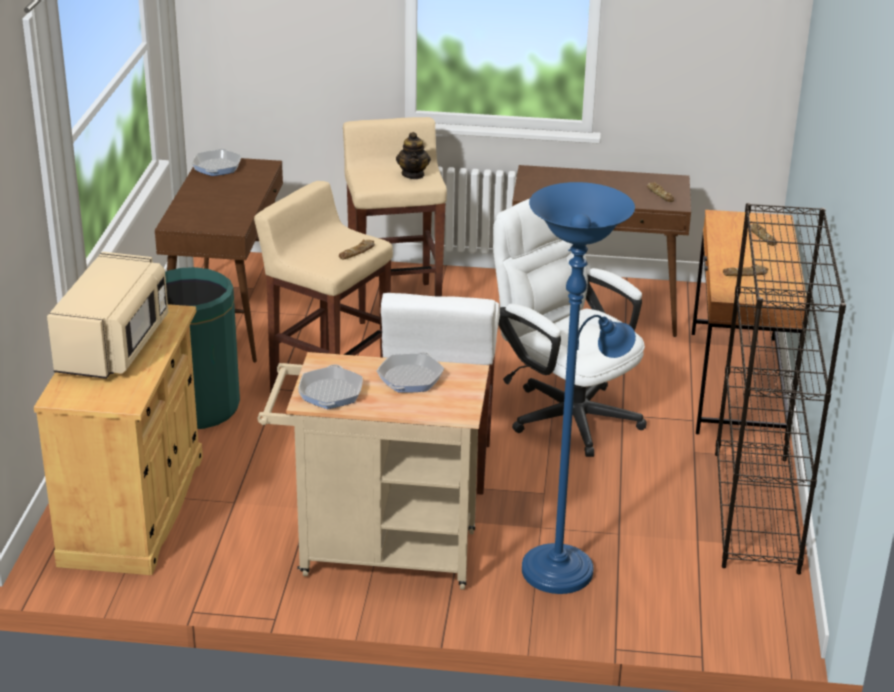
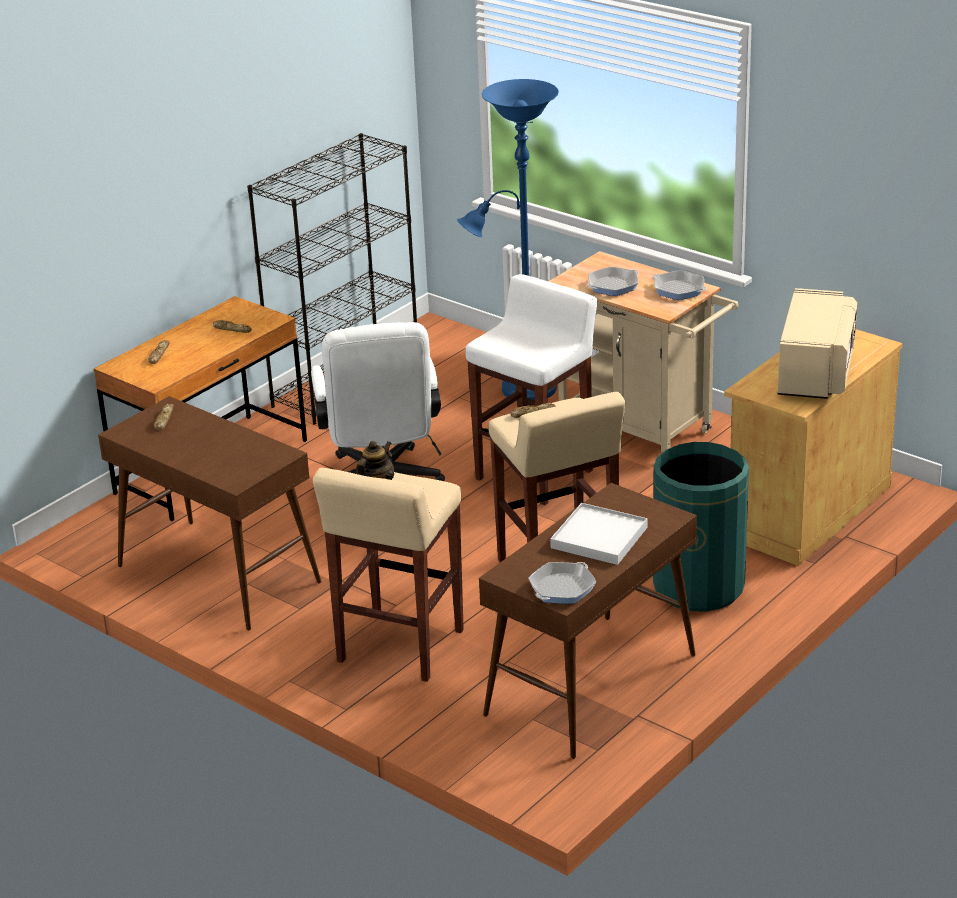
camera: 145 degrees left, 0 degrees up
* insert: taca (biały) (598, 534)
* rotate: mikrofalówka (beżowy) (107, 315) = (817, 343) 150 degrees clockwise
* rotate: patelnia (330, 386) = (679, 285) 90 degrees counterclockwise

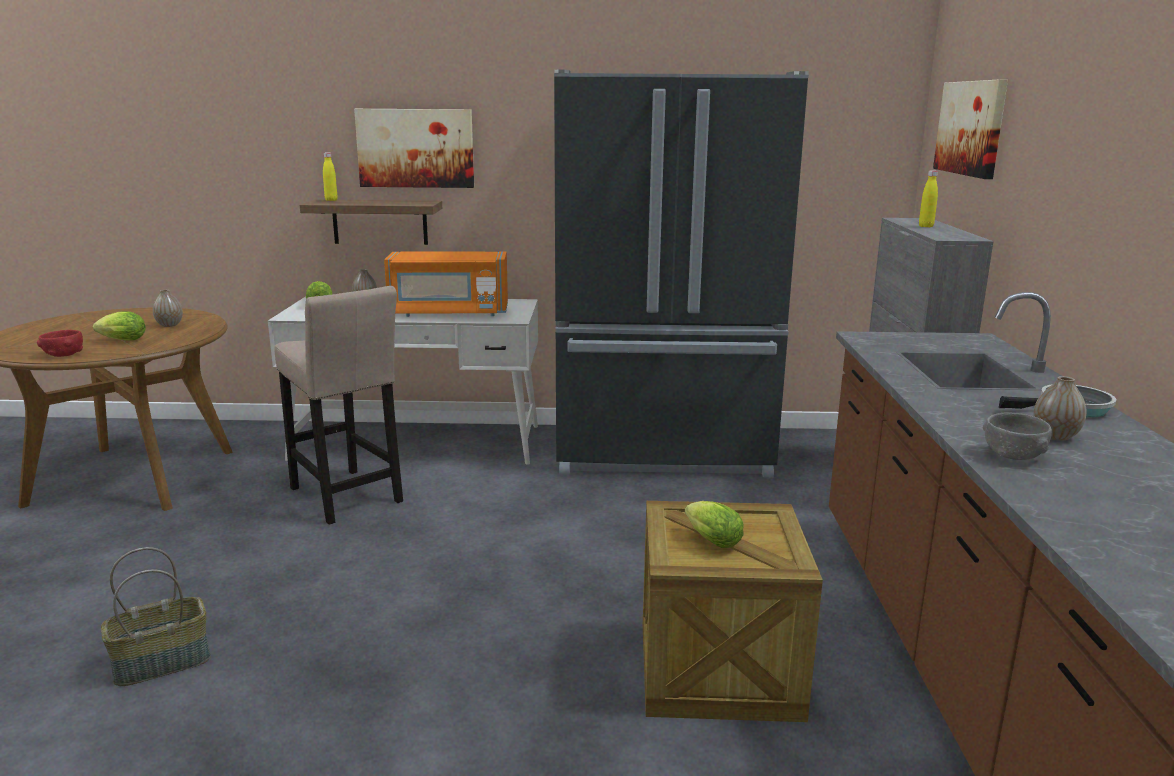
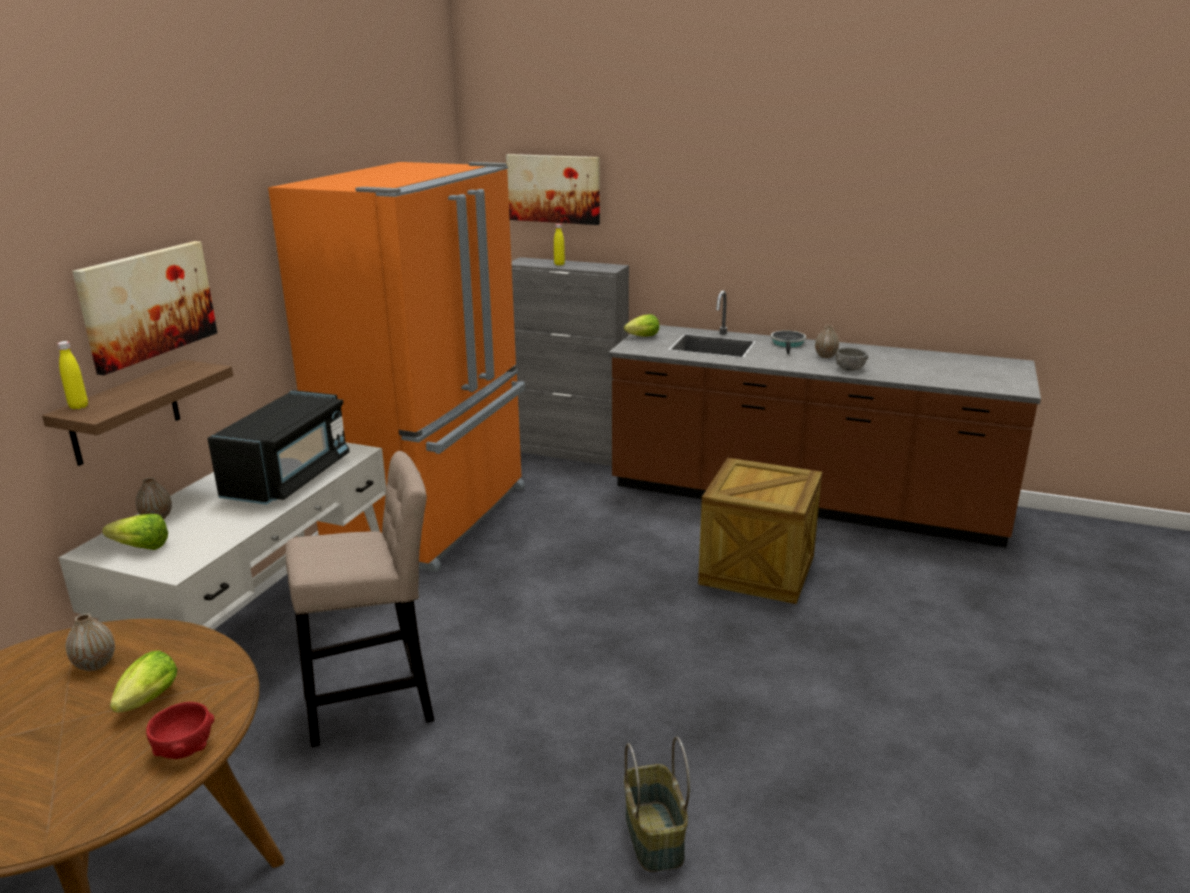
camera: 70 degrees left, 5 degrees up
* move: sałata (714, 524) to (642, 325)
* recolor: mikrofalówka (pomarańczowy) (446, 284) to mikrofalówka (czarny) (278, 447)
* recolor: lodówka (czarny) (681, 274) to lodówka (pomarańczowy) (396, 367)

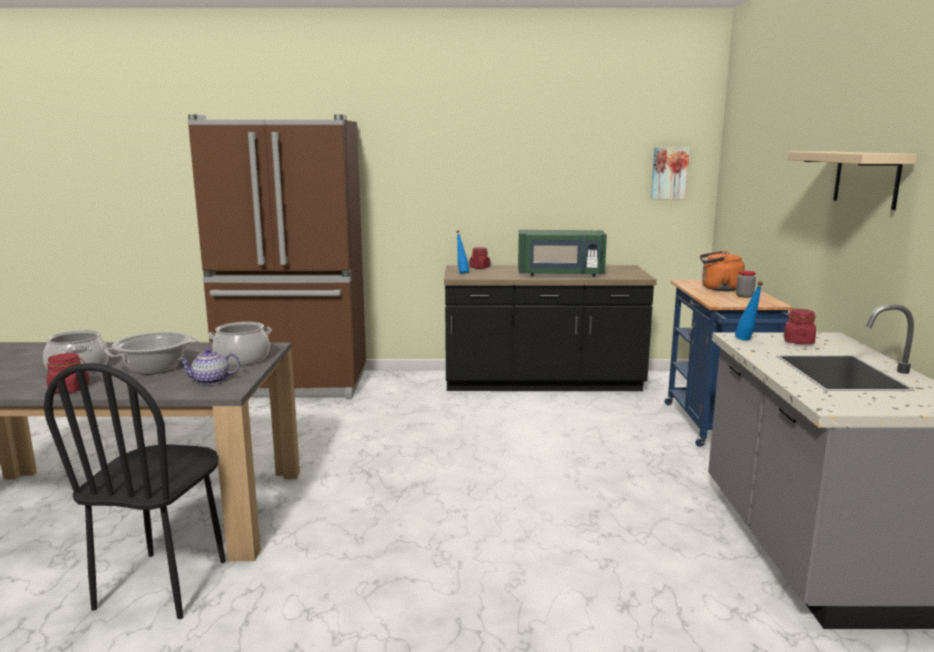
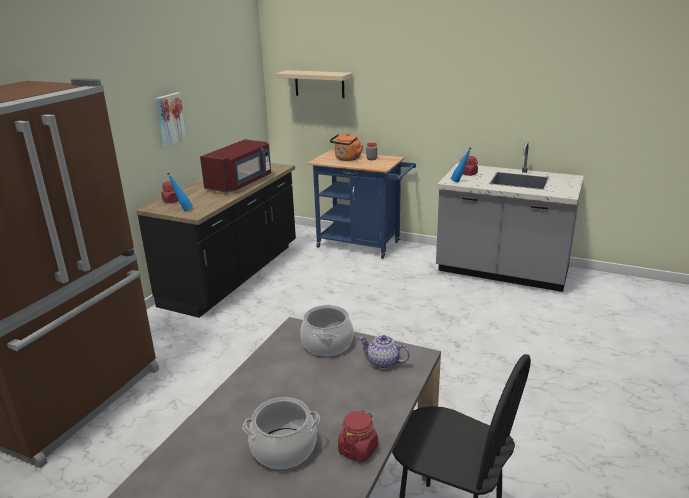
camera: 65 degrees left, 10 degrees up
* delete: garnek (151, 353)
* move: obraz (670, 173) to (171, 119)
* move: półka (beżowy) (852, 180) to (314, 84)
* recolor: mikrofalówka (zielony) (562, 253) to mikrofalówka (czerwony) (235, 166)
* rotate: imbryk (209, 366) = (384, 352) 105 degrees clockwise

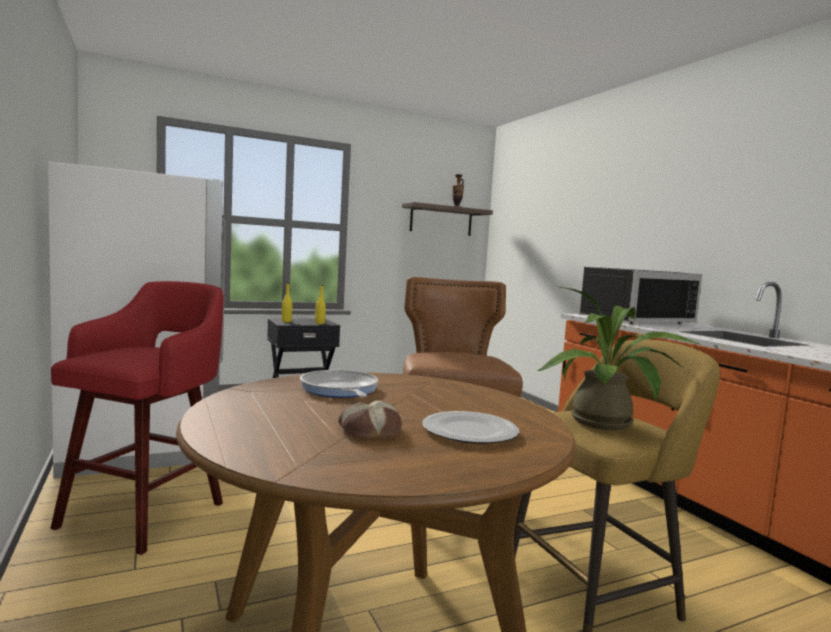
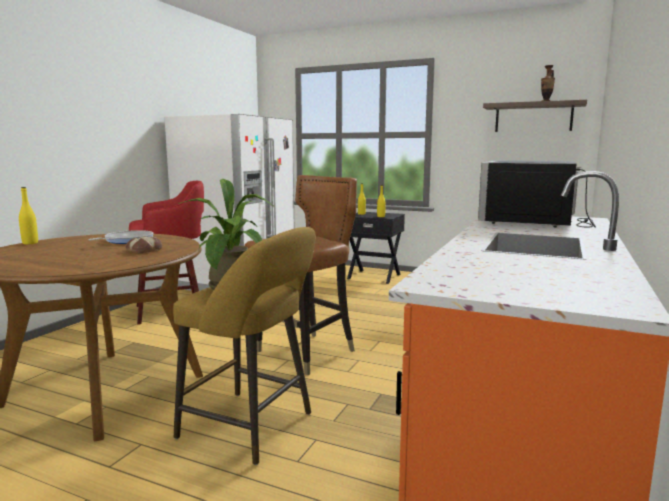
camera: 50 degrees right, 5 degrees up
* delete: talerz (470, 427)
* insert: butelka (żółty) (28, 215)
* move: chleb (370, 419) to (144, 244)
* rotate: mikrofalówka (czarny) (640, 295) = (537, 194) 90 degrees clockwise

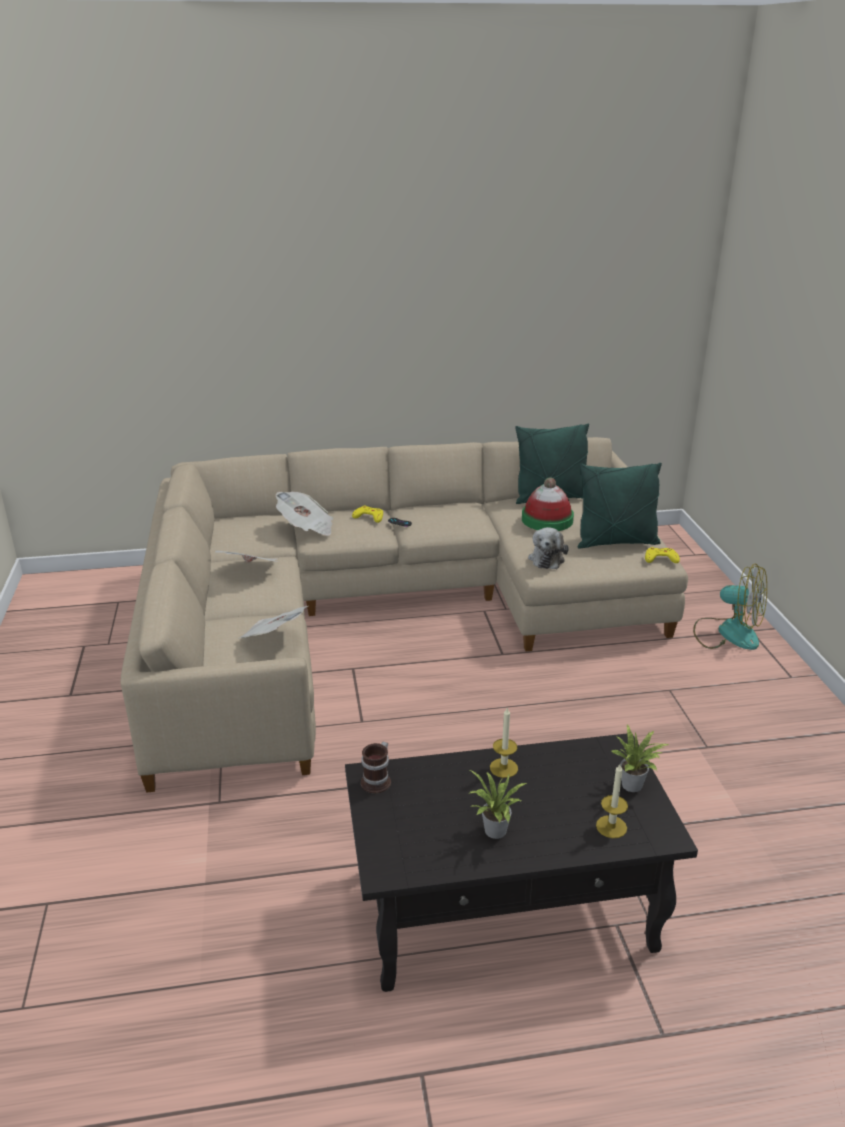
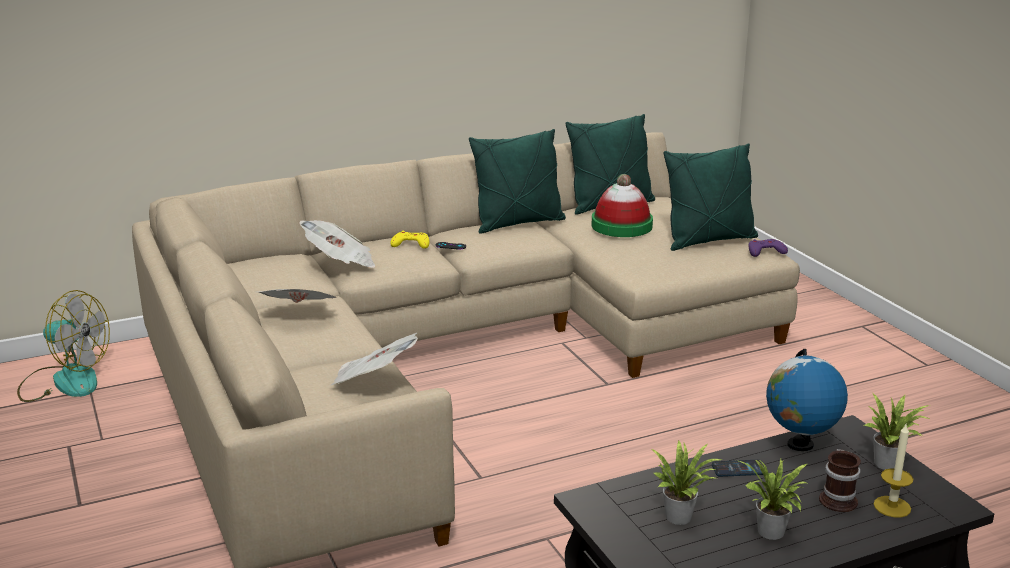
camera: 15 degrees left, 5 degrees down
* delete: pluszak (548, 548)
* insert: poduszka (zielony) (517, 181)
* insert: roślina doniczkowa (686, 483)
* insert: globus (807, 400)
* move: kubek (376, 767) to (840, 480)
* move: wentylator (730, 607) to (63, 346)
* replace: świeca (504, 742) to telefon (738, 468)
* recolor: pad do gier (żółty) (662, 555) to pad do gier (fioletowy) (768, 248)

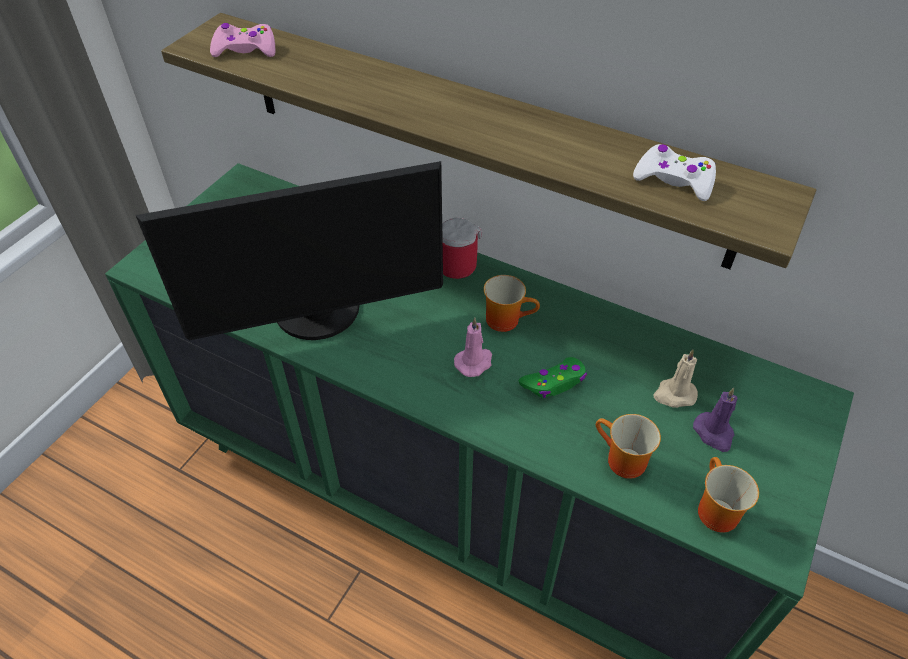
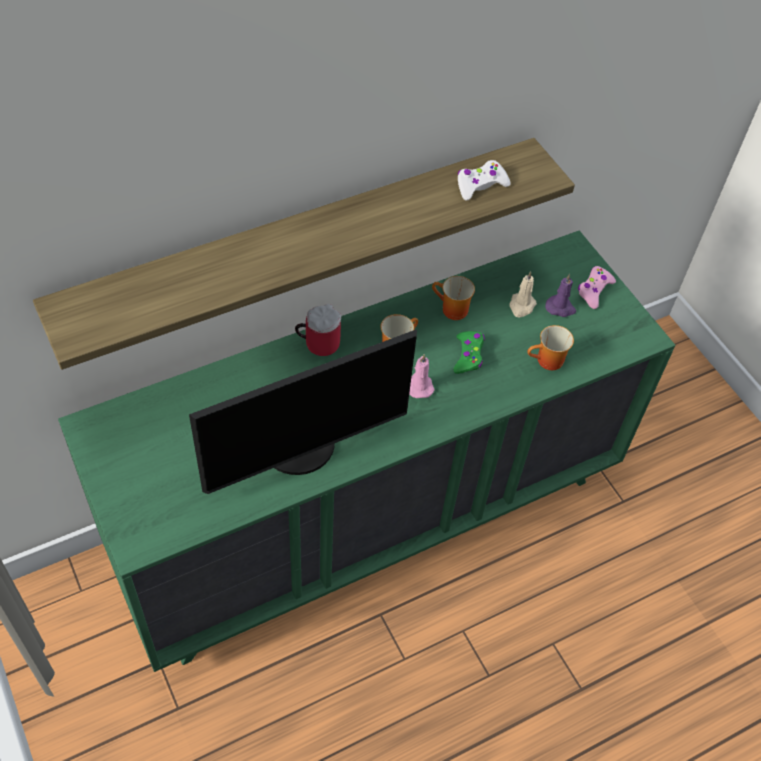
camera: 60 degrees left, 5 degrees up
* move: pad do gier (różowy) (242, 40) to (597, 287)
* move: kubek (728, 495) to (453, 298)
* rotate: monitor (289, 250) = (303, 411) 45 degrees clockwise

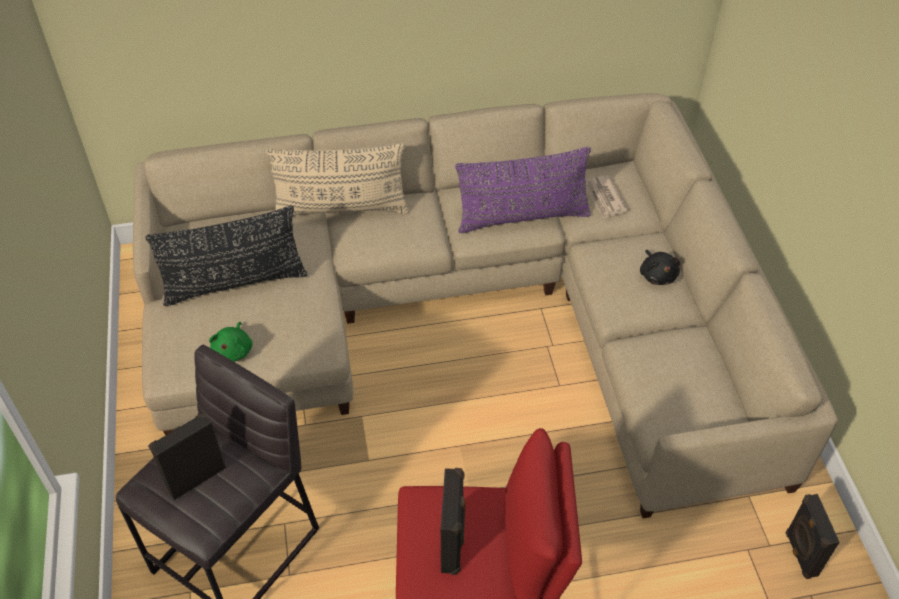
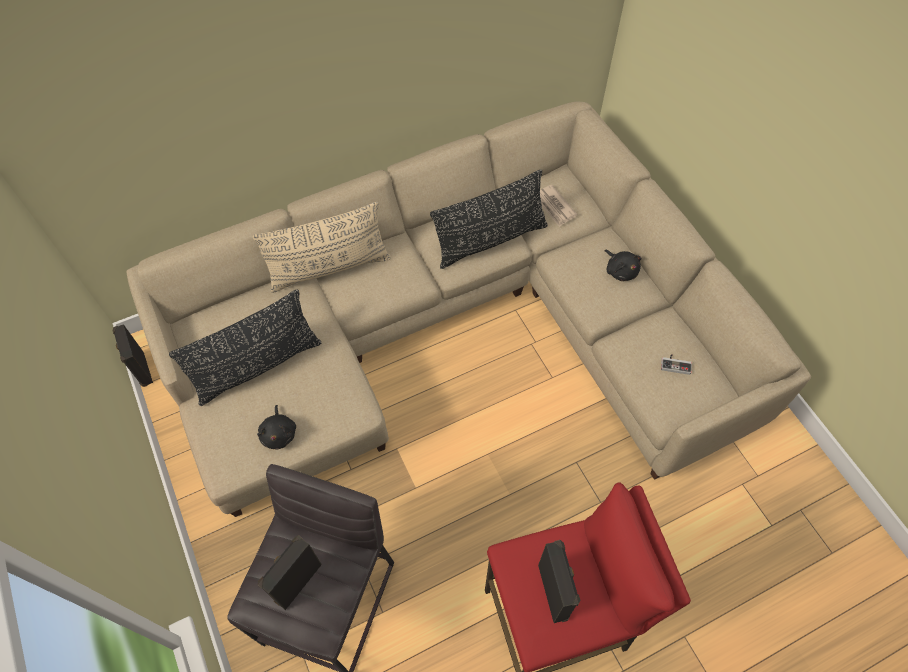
camera: 15 degrees left, 10 degrees up
* insert: pad do gier (676, 364)
* move: głośnik (czarny) (812, 536) to (133, 355)
* recolor: pluszak (zielony) (231, 342) to pluszak (czarny) (276, 427)
* recolor: poduszka (fioletowy) (523, 190) to poduszka (czarny) (489, 219)

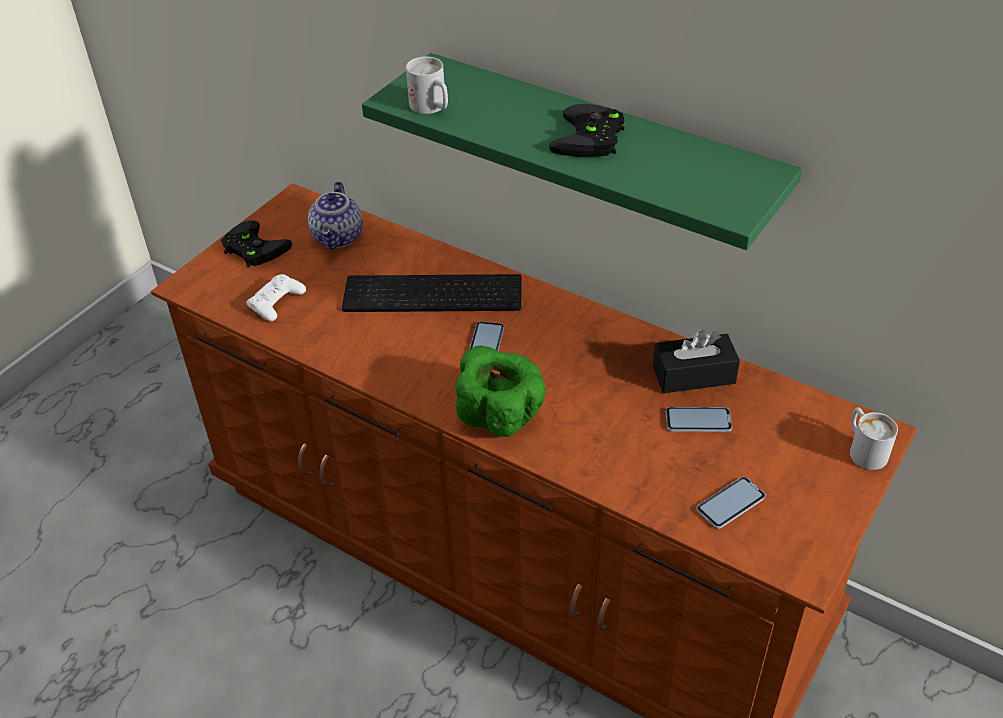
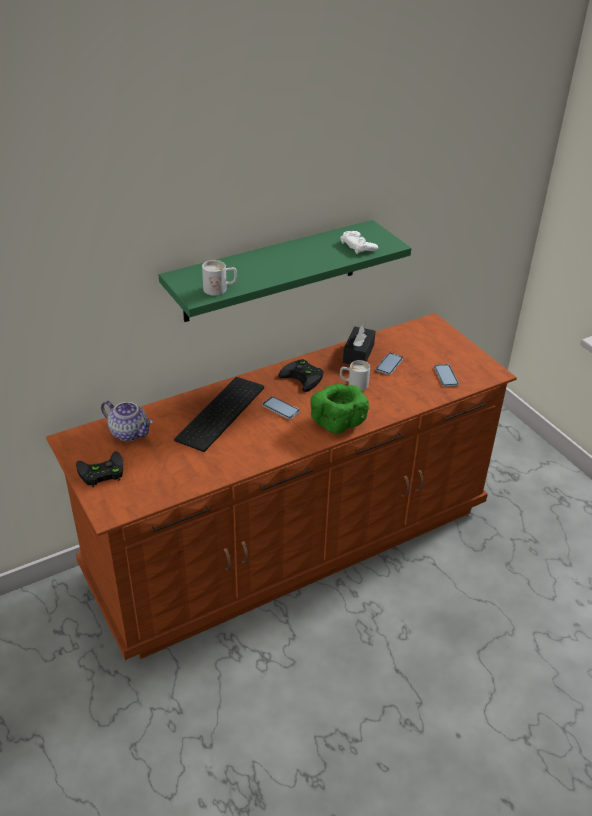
camera: 65 degrees left, 5 degrees down
* move: pad do gier (biały) (276, 297) to (359, 242)
* move: pad do gier (czarny) (586, 130) to (301, 375)
* move: kubek (biały) (874, 438) to (355, 375)

